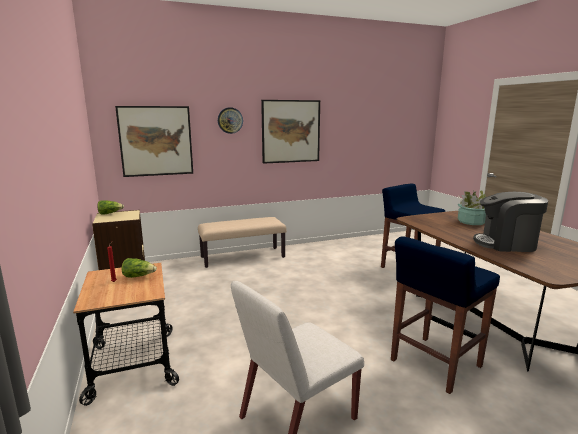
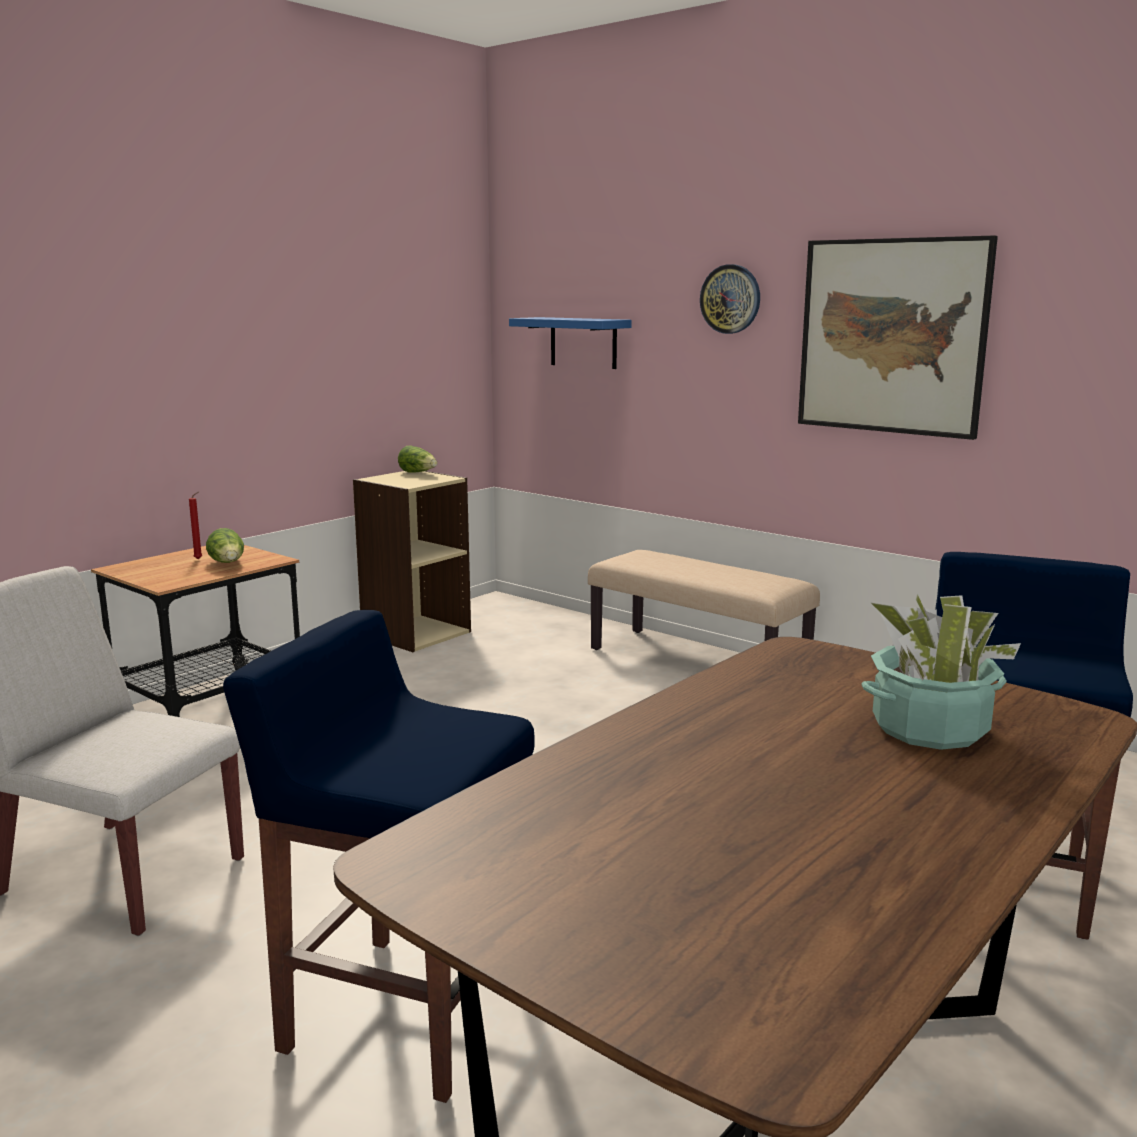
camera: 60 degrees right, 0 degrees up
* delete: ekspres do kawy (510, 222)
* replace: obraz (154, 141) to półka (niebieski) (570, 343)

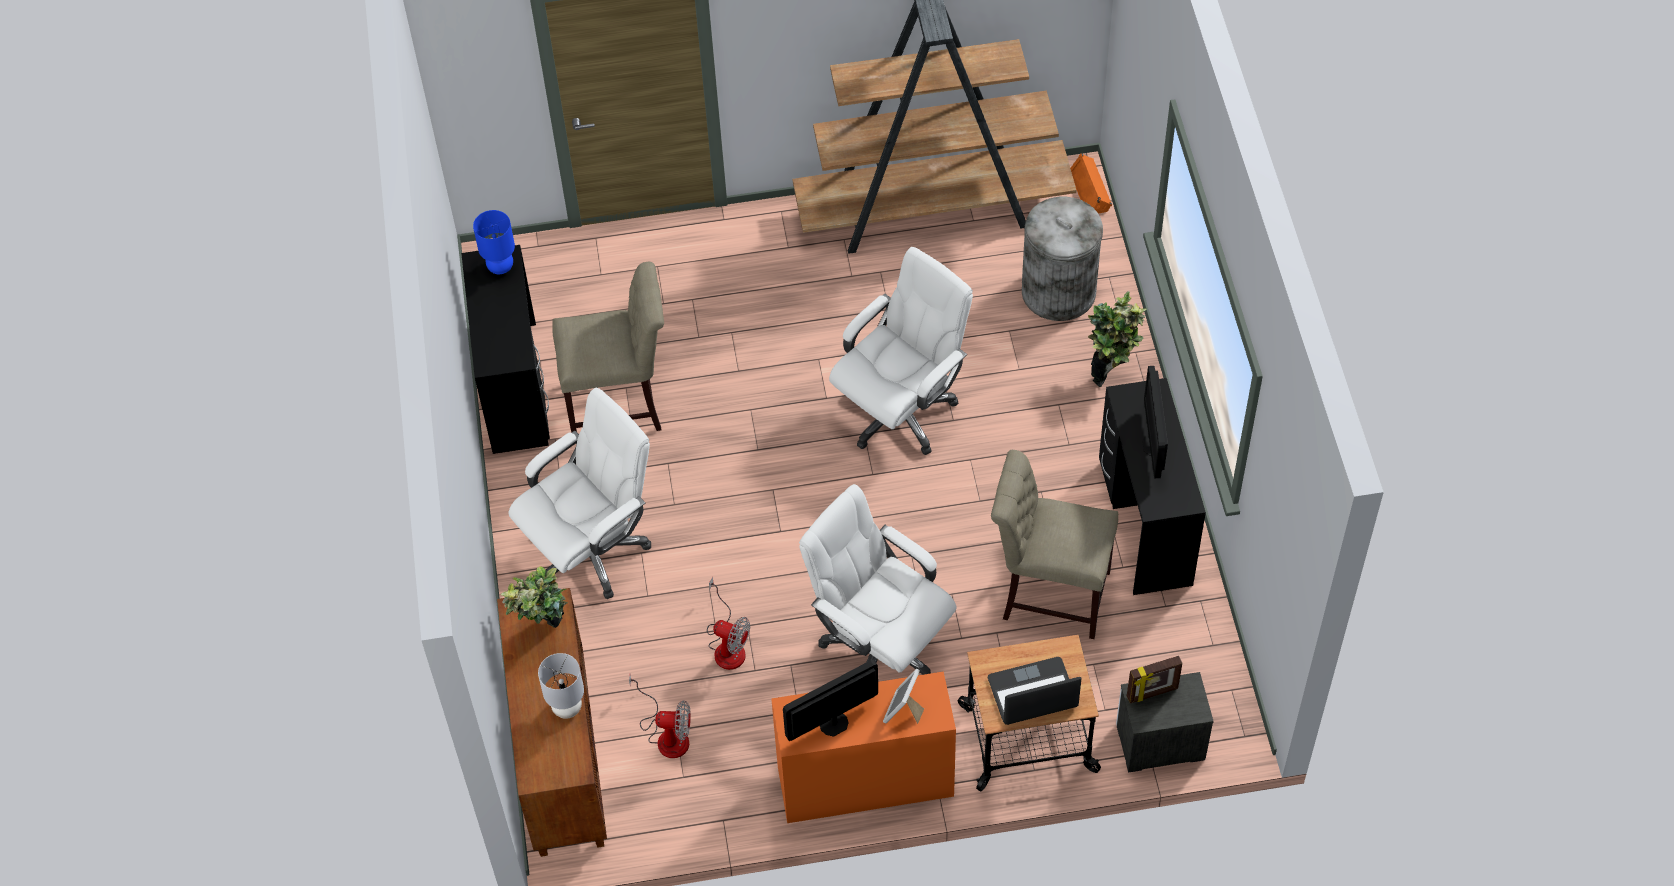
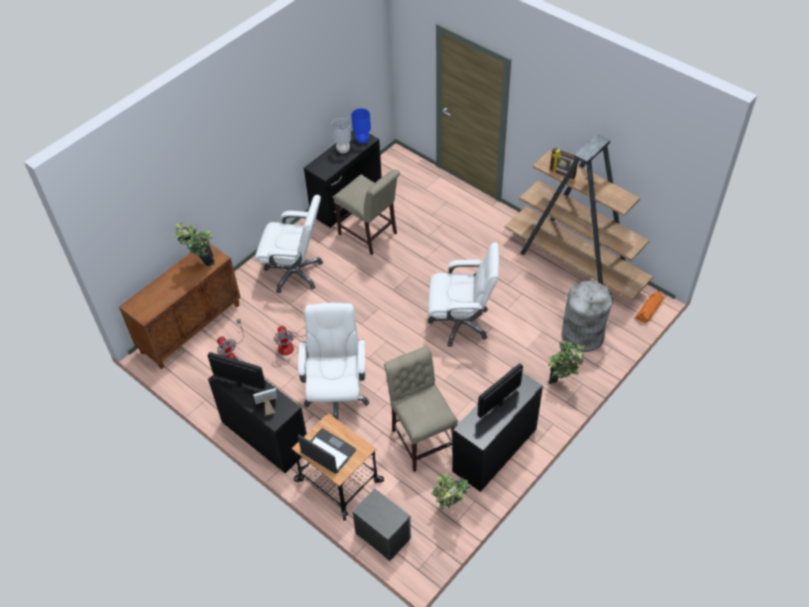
camera: 50 degrees right, 5 degrees down
* insert: roślina doniczkowa (450, 491)
* move: lampa stołowa (szary) (561, 686) to (341, 135)
* move: ramka na zdjęcie (1154, 679) to (564, 163)
* recolor: biurko (pomarańczowy) (863, 747) to biurko (czarny) (257, 414)

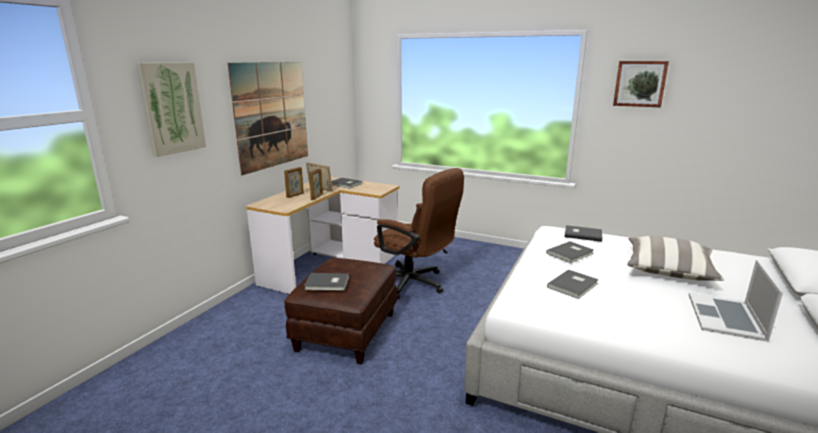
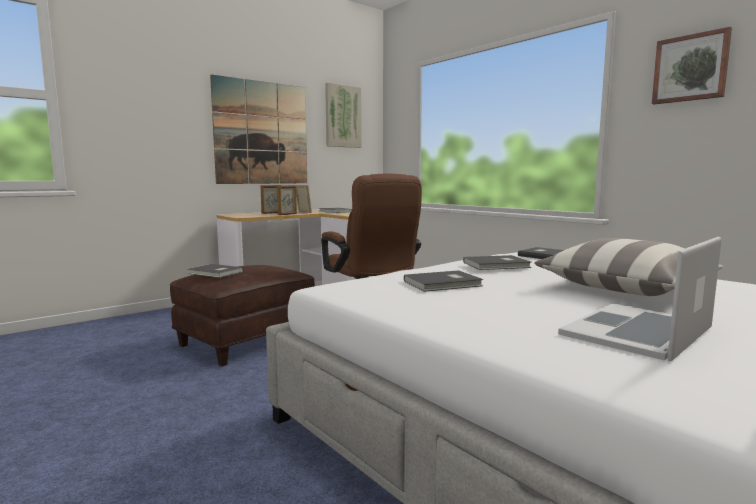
camera: 25 degrees right, 10 degrees down
* move: obraz (171, 109) to (343, 115)

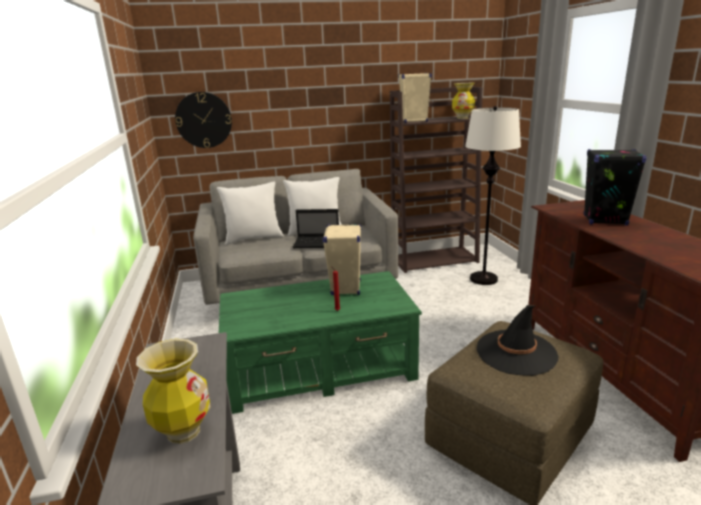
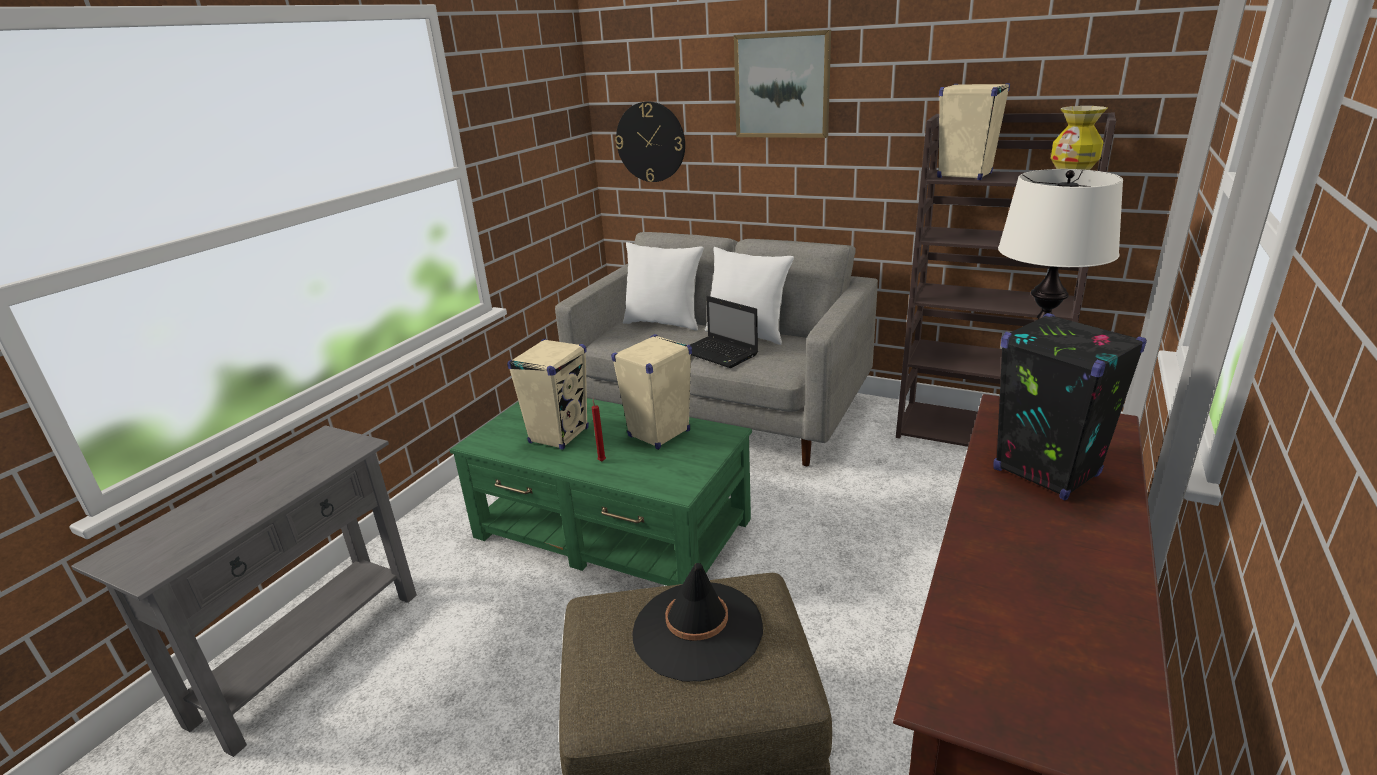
camera: 40 degrees right, 5 degrees up
* delete: wazon (173, 391)
* insert: głośnik (beżowy) (548, 394)
* insert: obraz (782, 84)

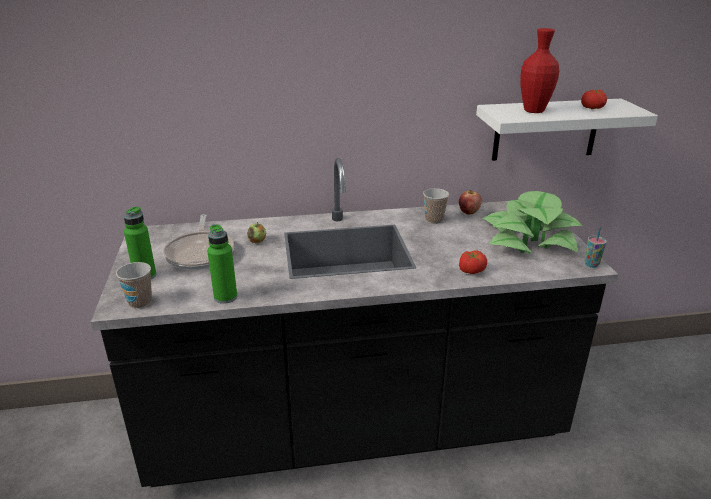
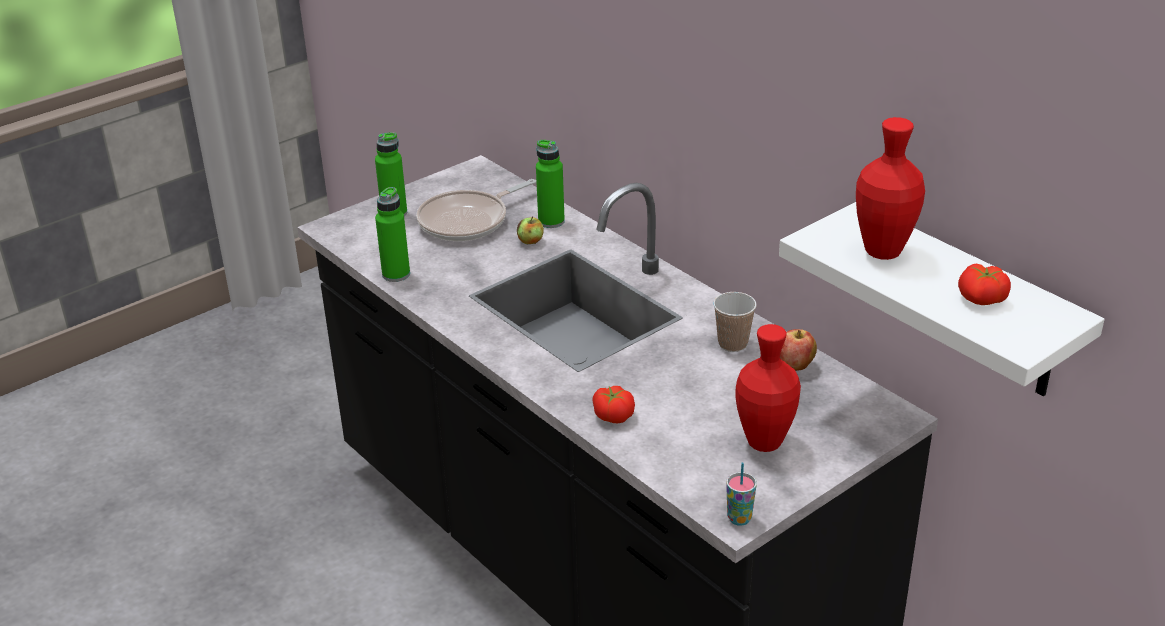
camera: 60 degrees right, 5 degrees up
* delete: filiżanka (134, 285)
* insert: butelka (zielony) (550, 184)
* replace: roślina doniczkowa (532, 222) to wazon (czerwony) (768, 388)

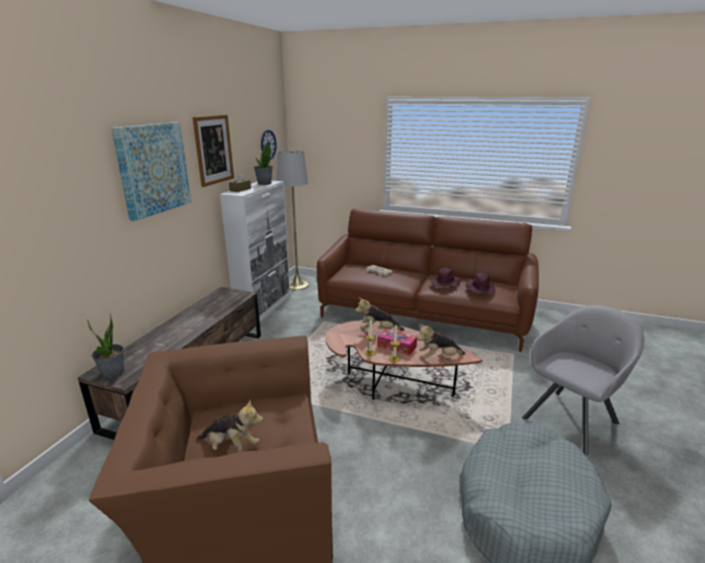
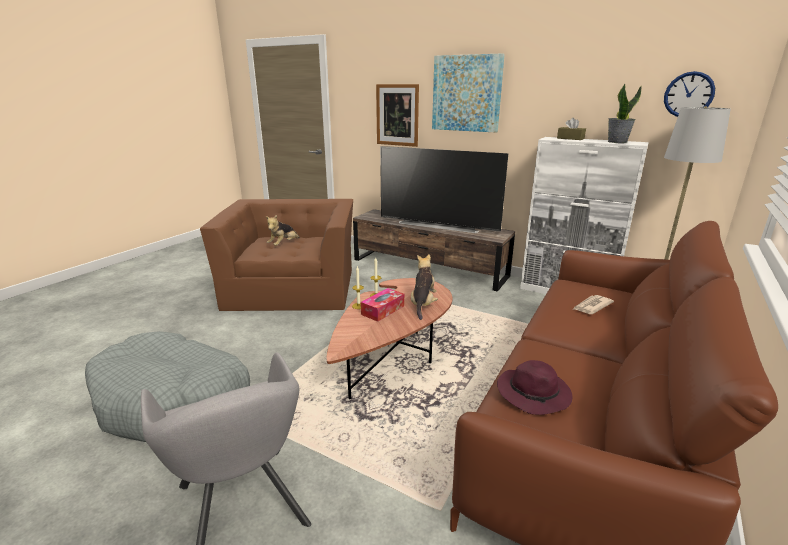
camera: 100 degrees right, 0 degrees up
* delete: roślina doniczkowa (105, 346)
* delete: pluszak (441, 341)
* delete: kapelusz (fioletowy) (445, 277)
* insert: telewizor (444, 189)
* move: obraz (213, 151) to (397, 115)

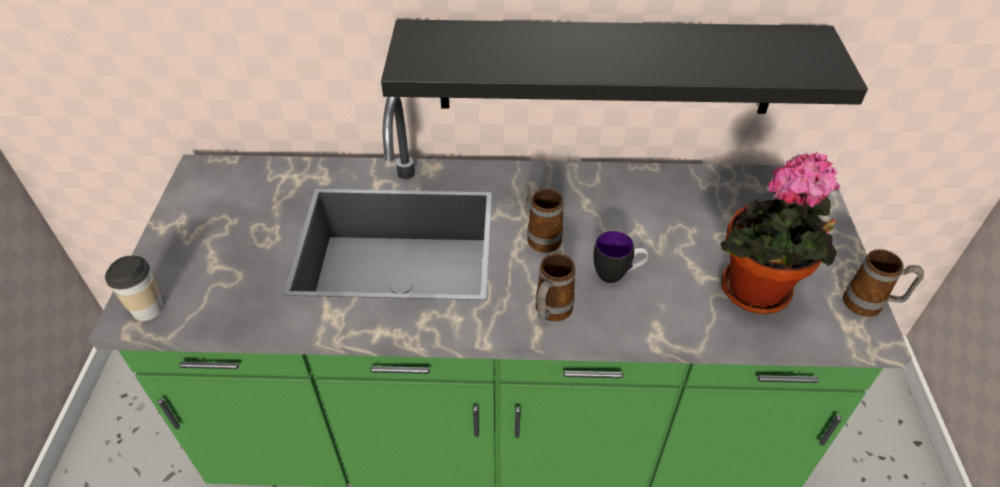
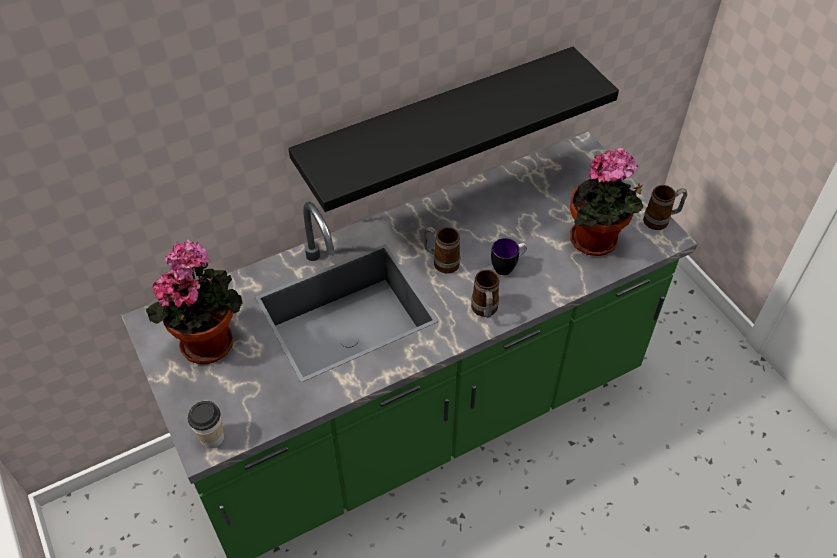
camera: 30 degrees left, 5 degrees up
* insert: roślina doniczkowa (194, 301)

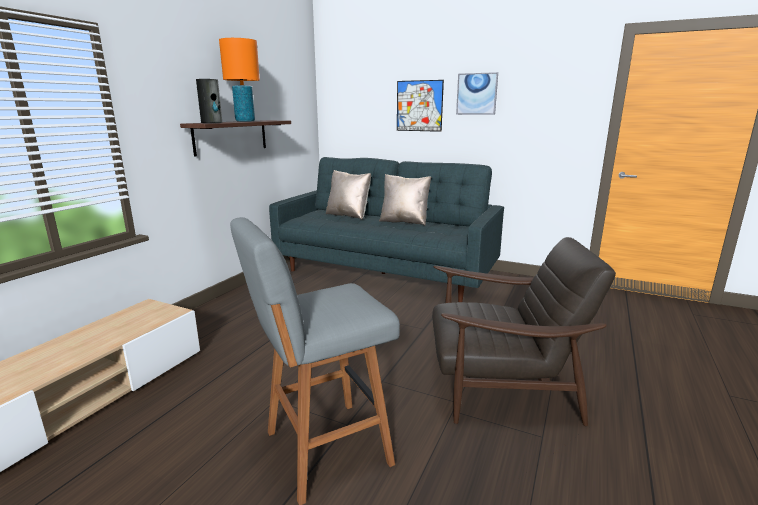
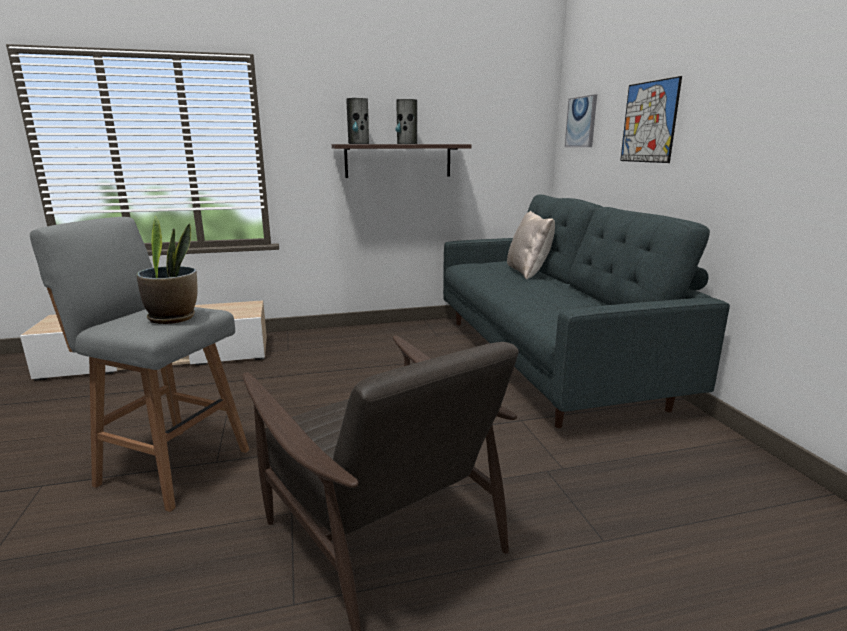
camera: 50 degrees right, 0 degrees up
* delete: poduszka (beżowy) (405, 200)
* insert: roślina doniczkowa (167, 270)
* move: obraz (477, 93) to (581, 120)
* replace: lampa stołowa (pomarańczowy) (239, 80) to wazon (406, 121)

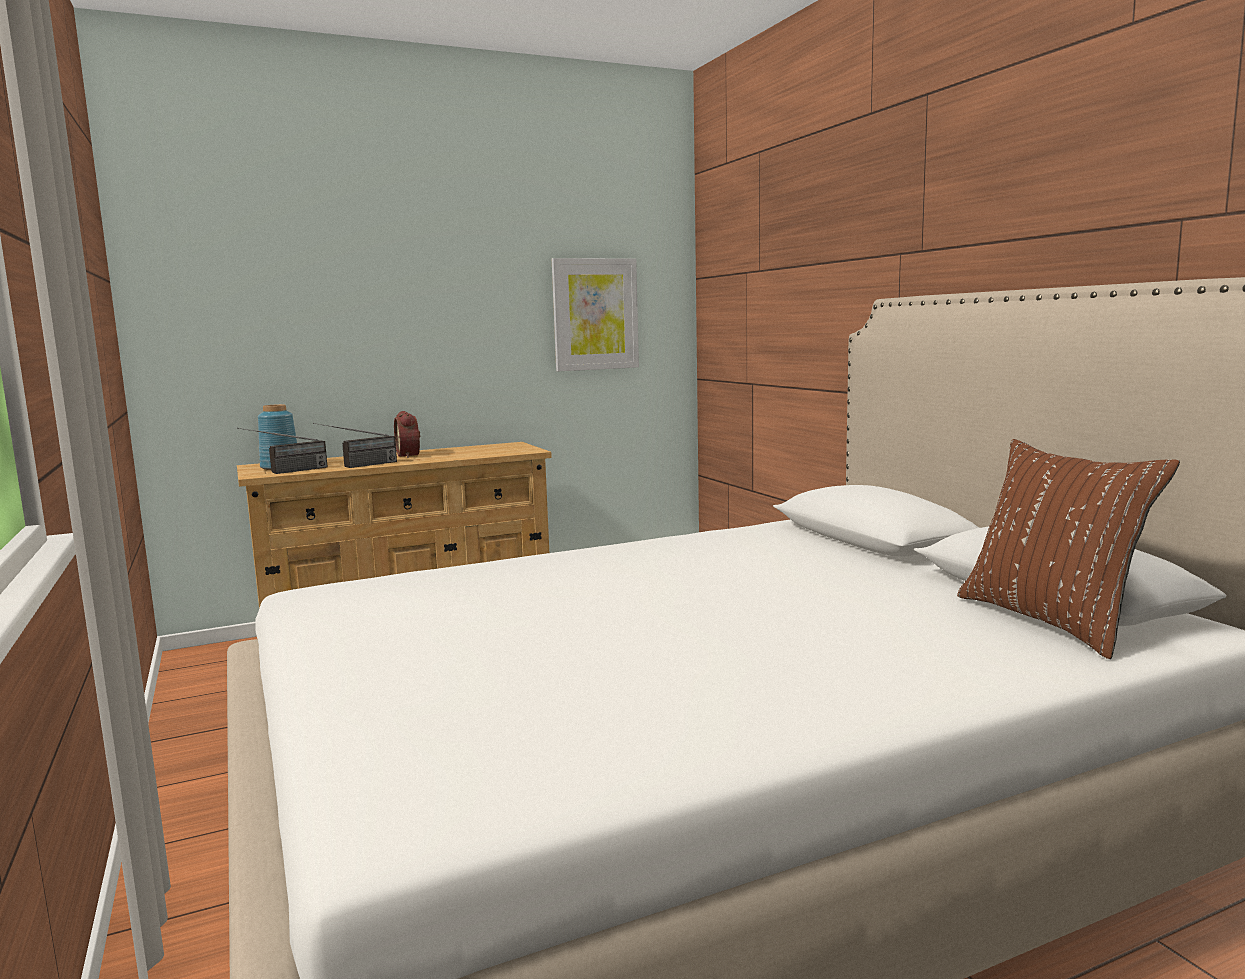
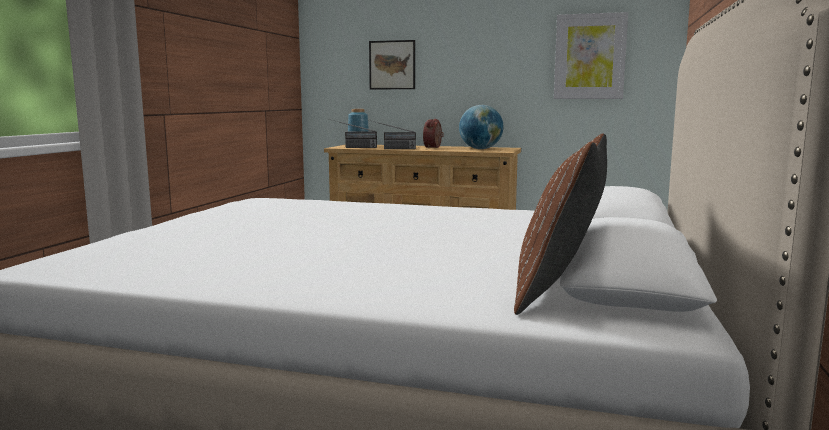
camera: 40 degrees right, 0 degrees up
* insert: obraz (392, 64)
* insert: globus (481, 127)

